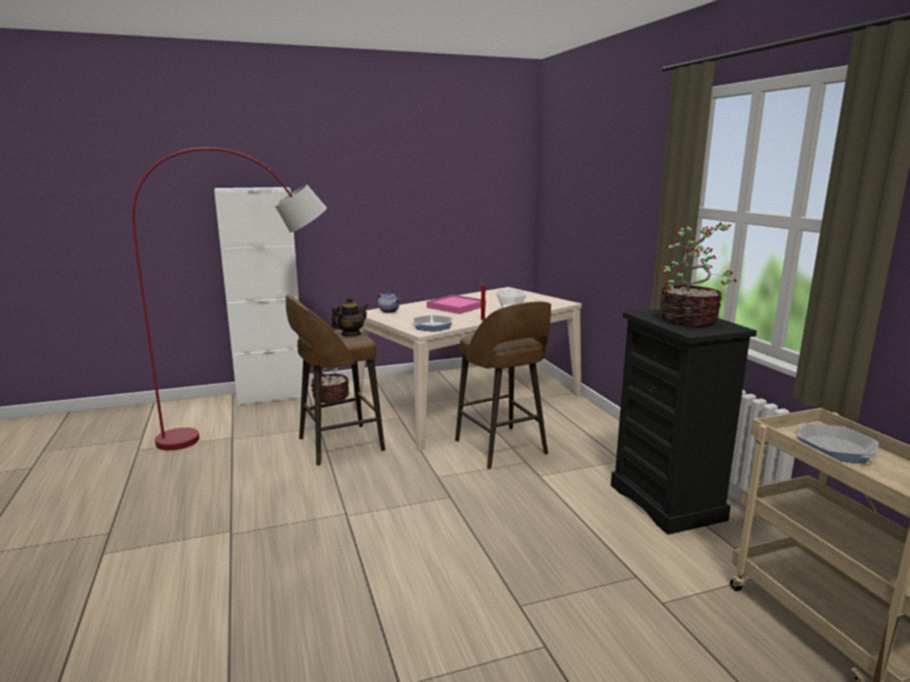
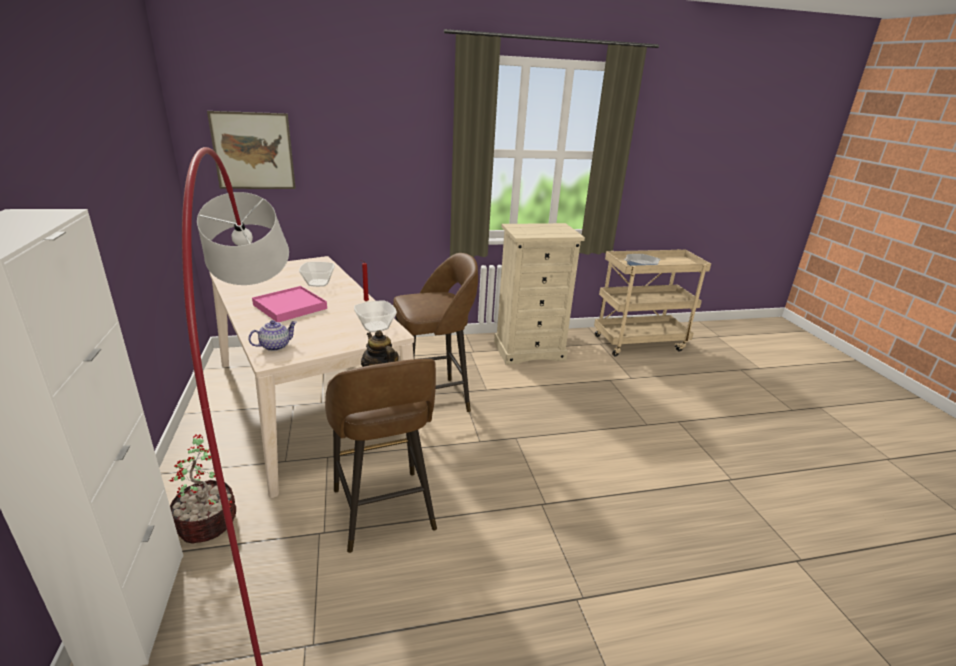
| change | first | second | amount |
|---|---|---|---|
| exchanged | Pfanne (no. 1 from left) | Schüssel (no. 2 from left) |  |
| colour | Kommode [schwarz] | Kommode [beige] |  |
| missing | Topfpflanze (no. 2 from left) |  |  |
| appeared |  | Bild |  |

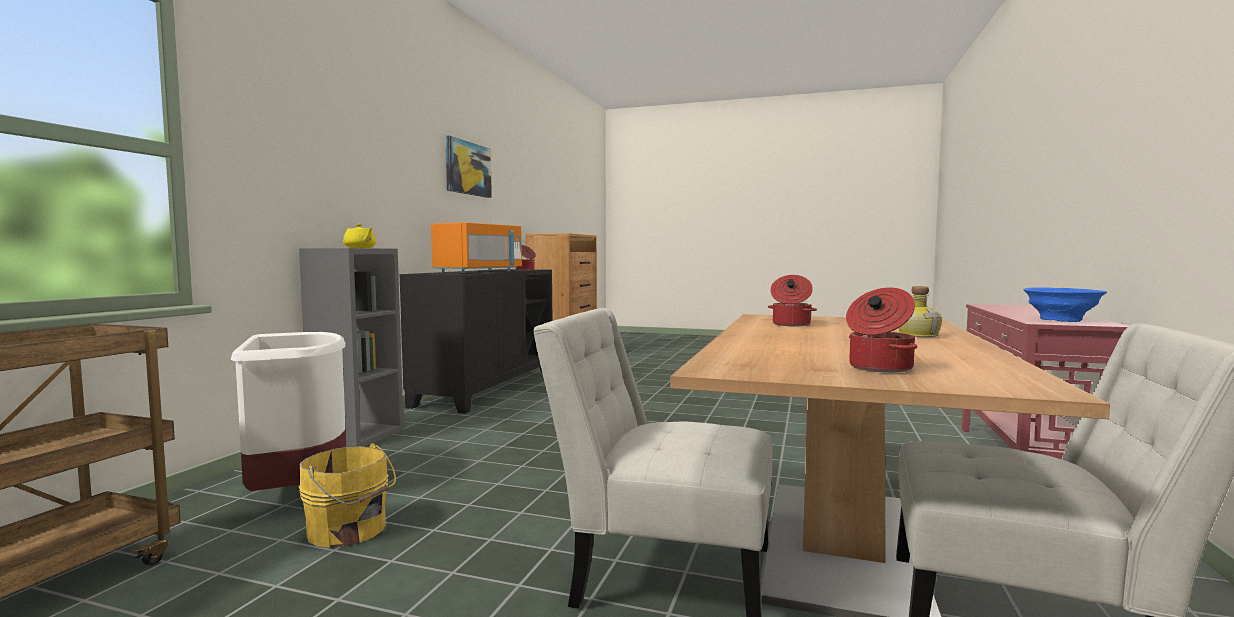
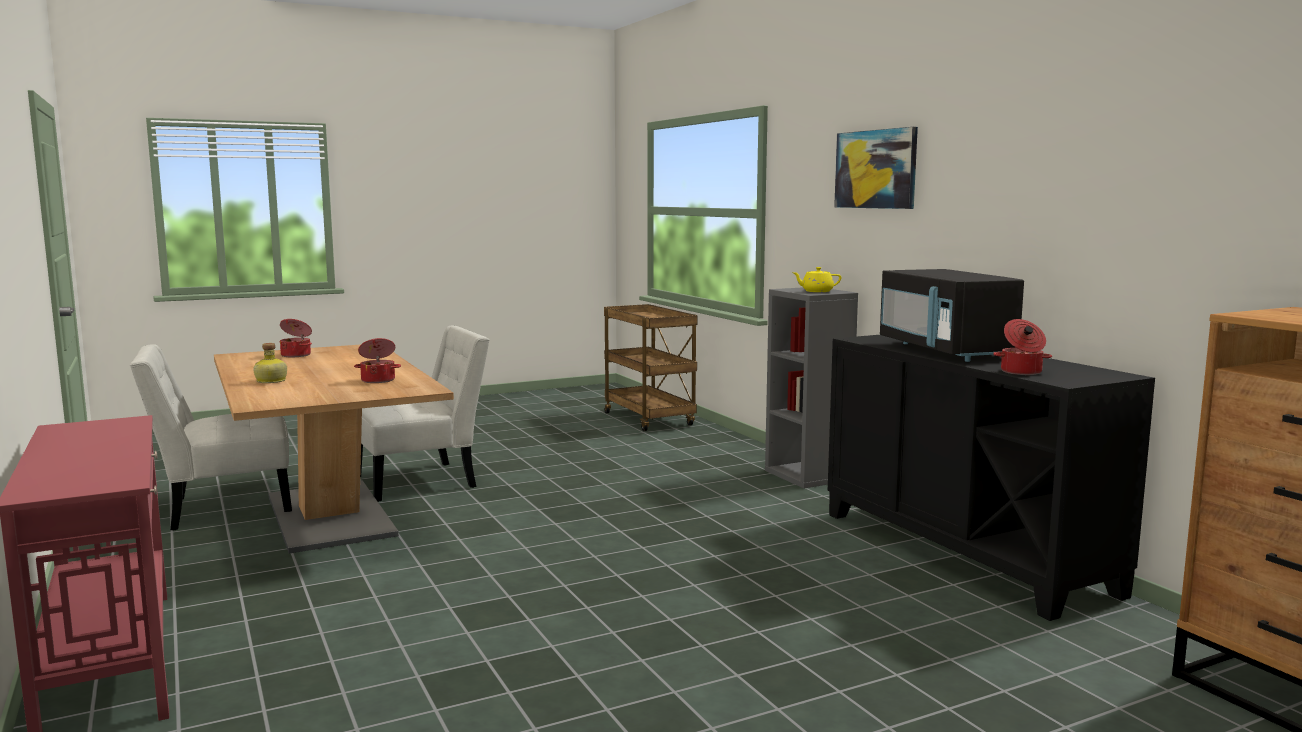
| change | first | second | amount |
|---|---|---|---|
| missing | Mülleimer [weiß] |  |  |
| missing | Eimer [gelb] |  |  |
| colour | Mikrowelle [orange] | Mikrowelle [schwarz] |  |
| relocated | Bild |  |  |
| missing | Schüssel [blau] |  |  |

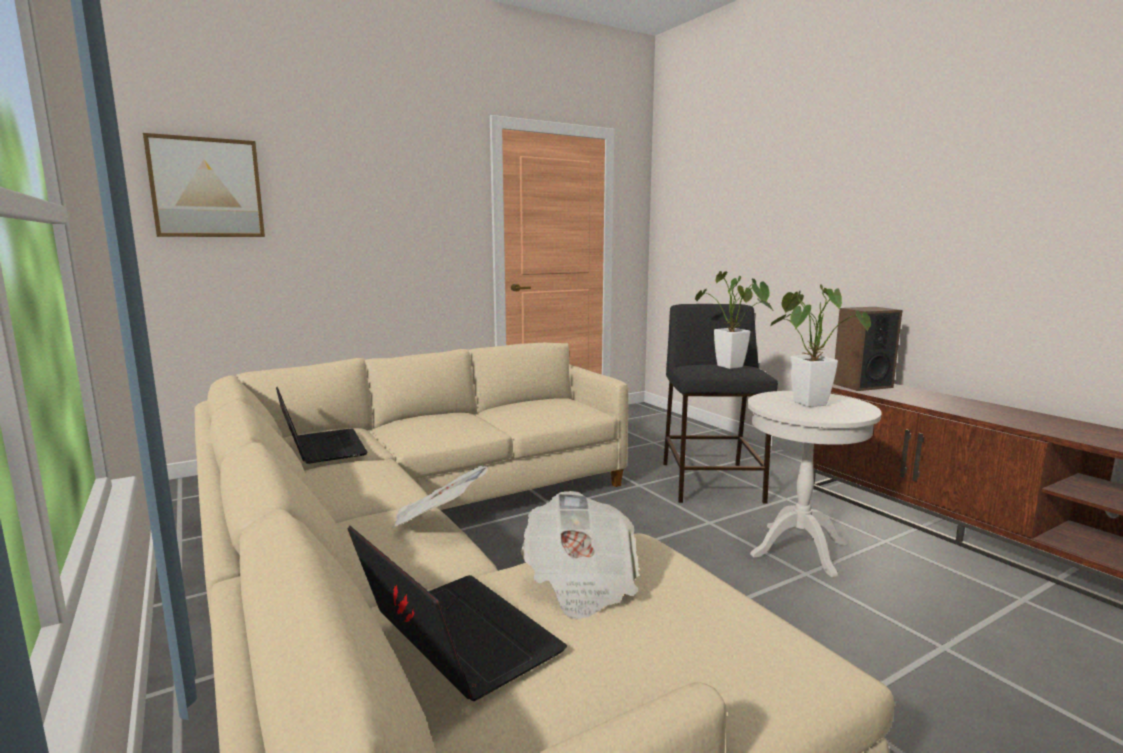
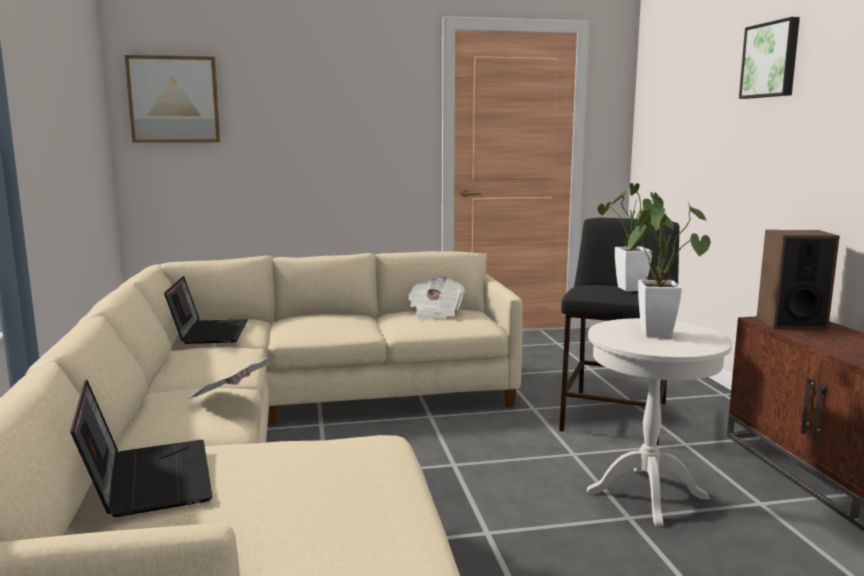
| change | first | second | amount |
|---|---|---|---|
| relocated | Zeitung (no. 2 from left) |  |  |
| appeared |  | Bild (no. 2 from left) |  |

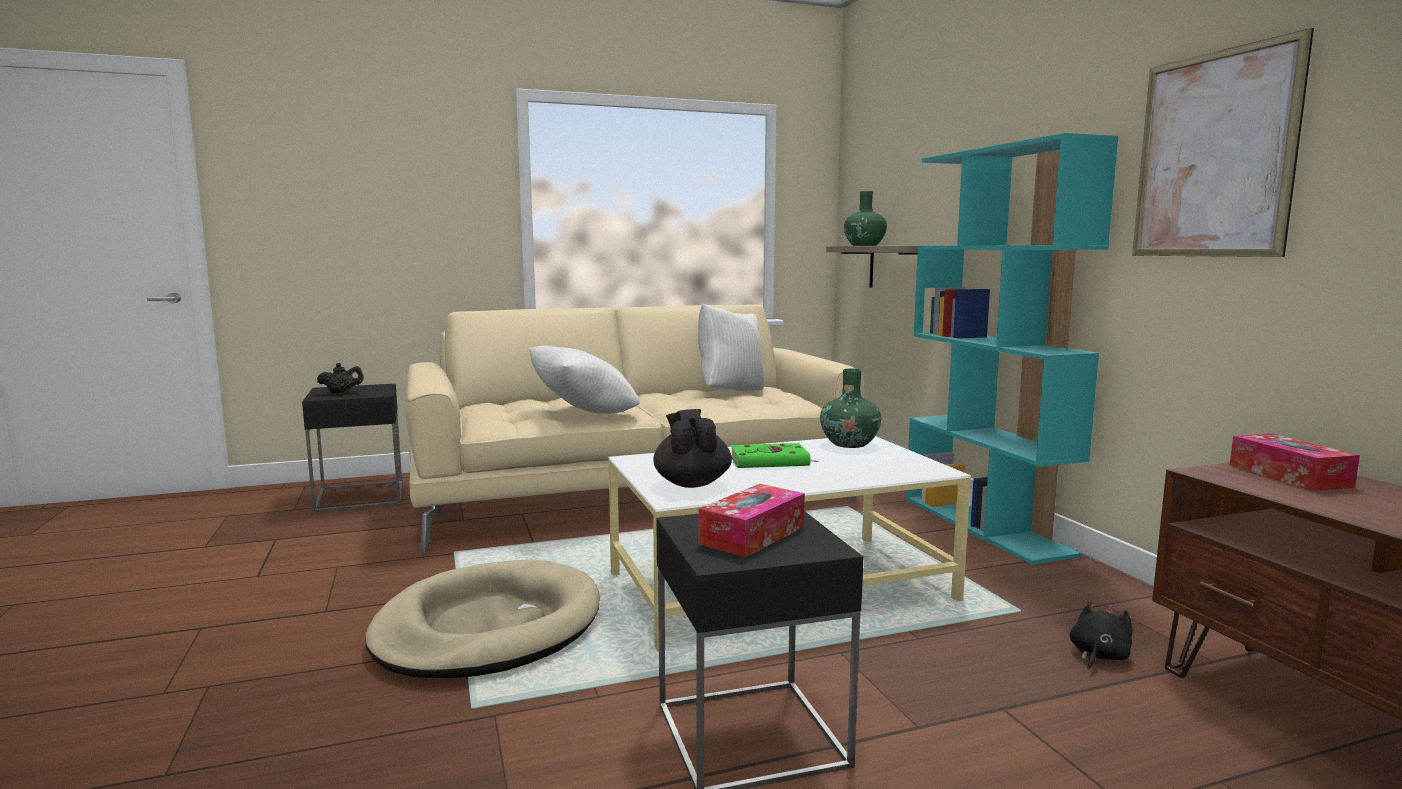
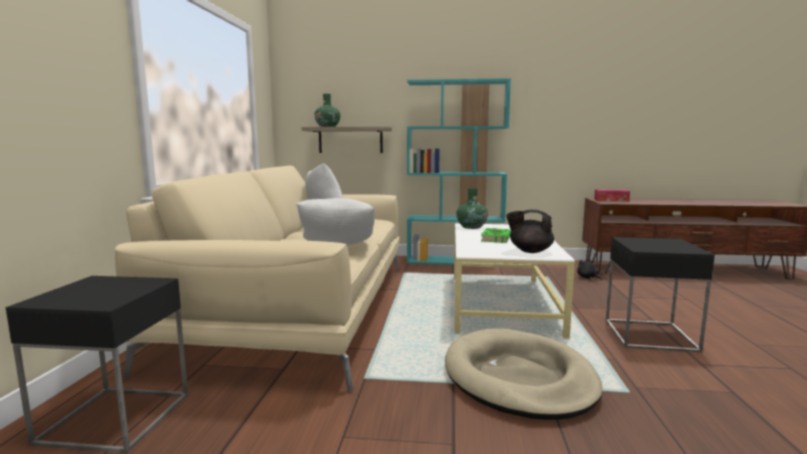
| change | first | second | amount |
|---|---|---|---|
| missing | Teekanne [schwarz] (no. 1 from left) |  |  |
| missing | Taschentuchbox (no. 1 from left) |  |  |
| missing | Bild |  |  |

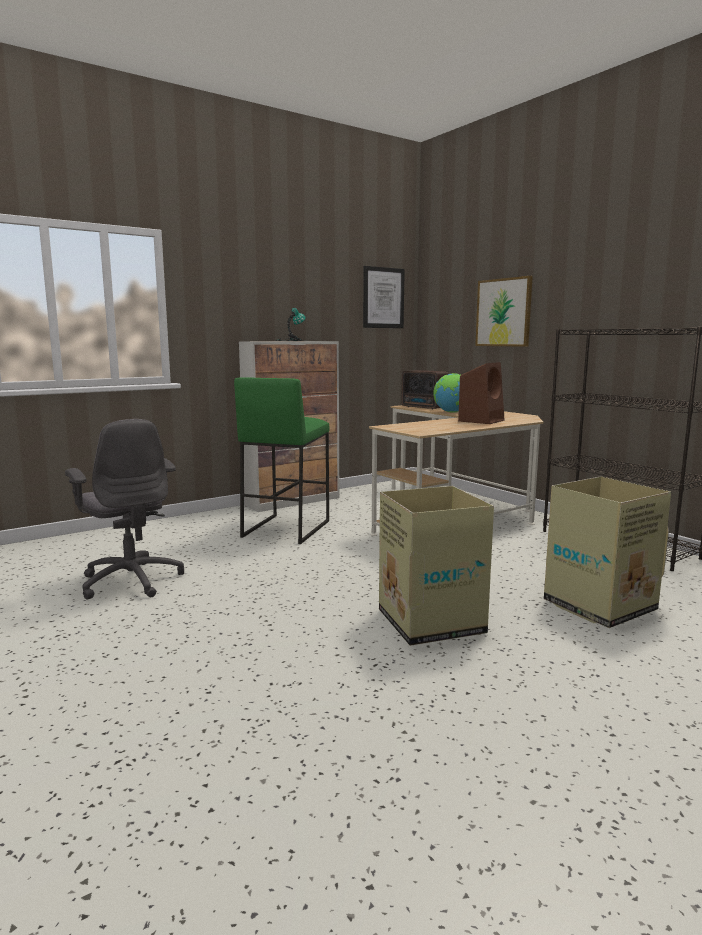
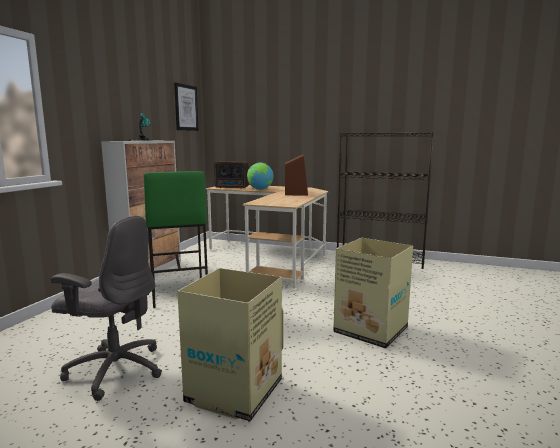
| change | first | second | amount |
|---|---|---|---|
| missing | Bild (no. 2 from left) |  |  |
| relocated | Karton (no. 2 from left in the first image) | Karton (no. 1 from left) |  |

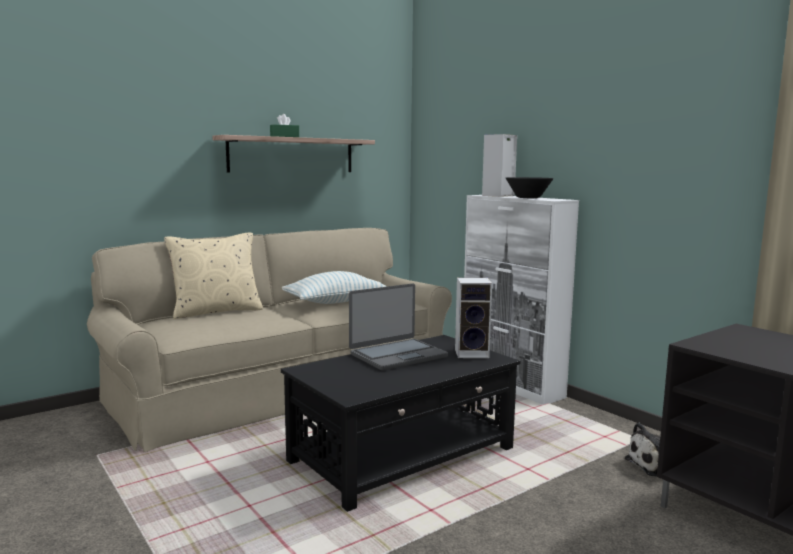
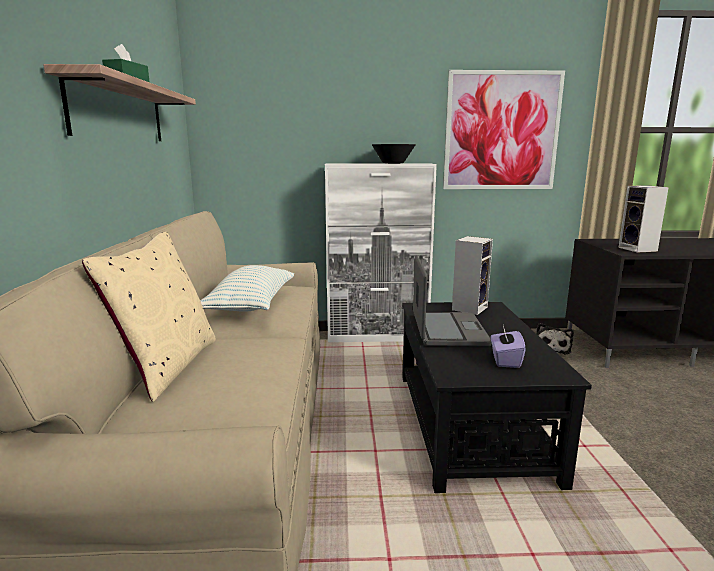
| change | first | second | amount |
|---|---|---|---|
| relocated | Lautsprecher (no. 2 from left) |  |  |
| appeared |  | Bild |  |
| appeared |  | Taschentuchbox [lila] |  |

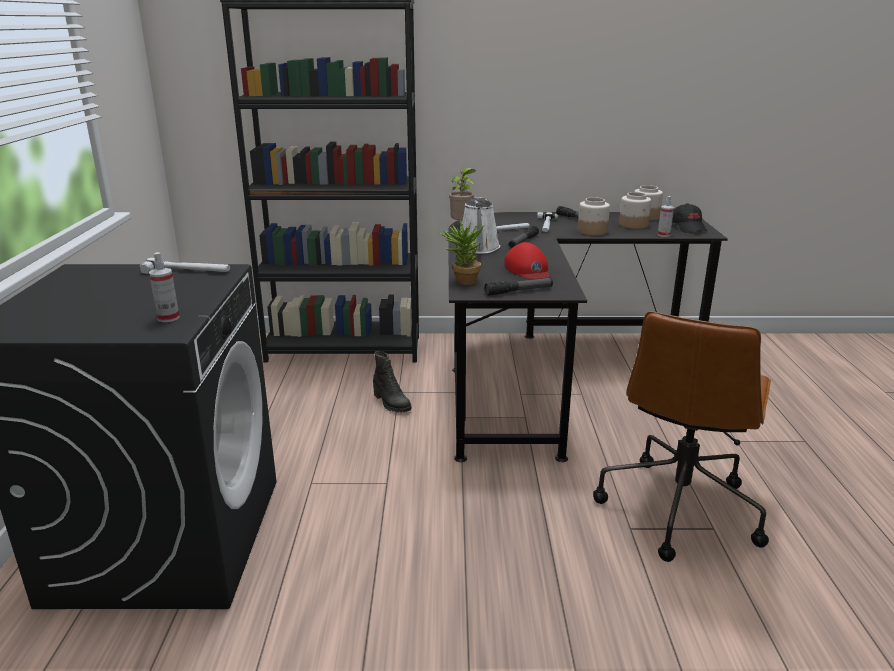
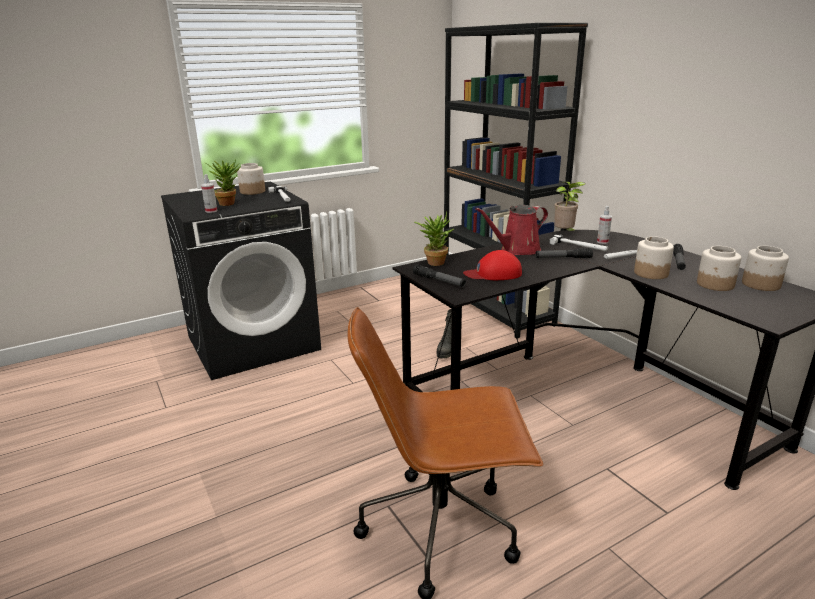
| change | first | second | amount |
|---|---|---|---|
| colour | Gießkanne [weiß] | Gießkanne [rot] |  |
| spun | Kappe [rot] |  | 45 degrees clockwise |
| relocated | Sprühflasche (no. 2 from left) |  |  |
| missing | Kappe [schwarz] |  |  |
| appeared |  | Topfpflanze (no. 1 from left) |  |
| appeared |  | Vorratsglas (no. 1 from left) |  |

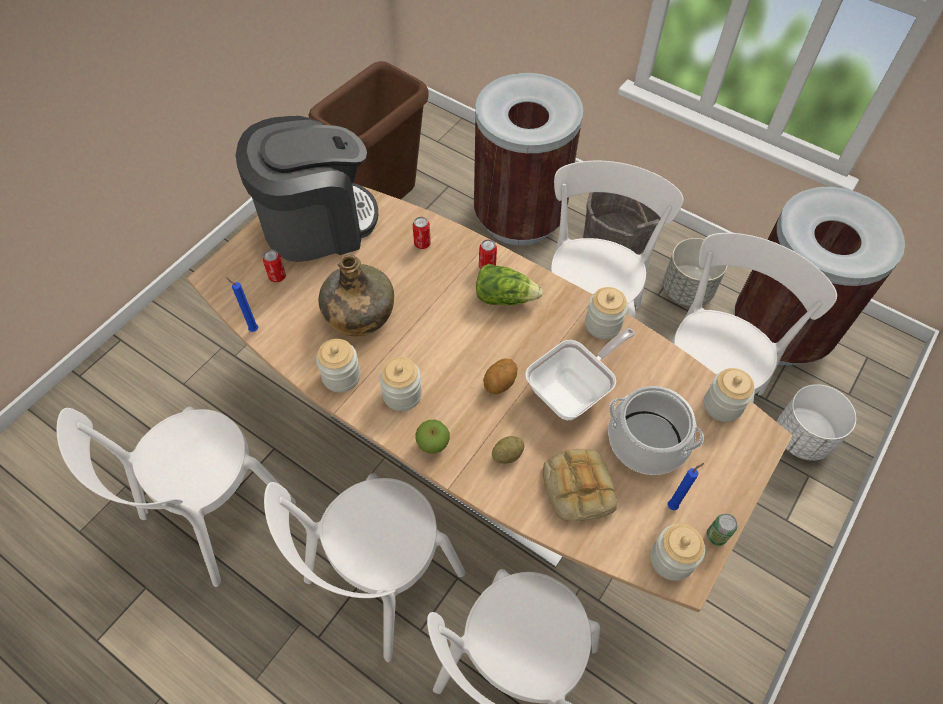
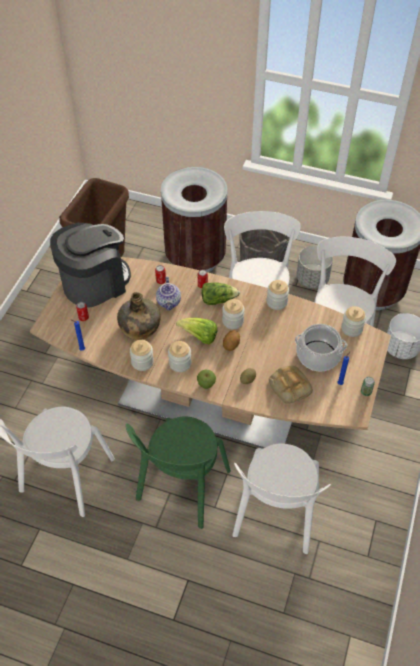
| change | first | second | amount |
|---|---|---|---|
| colour | Stuhl [weiß] (no. 2 from left) | Stuhl [grün] |  |
| missing | Pfanne |  |  |
| relocated | Vorratsglas (no. 4 from left in the first image) | Vorratsglas (no. 3 from left) |  |
| appeared |  | Teekanne |  |
| appeared |  | Salatkopf (no. 1 from left) |  |

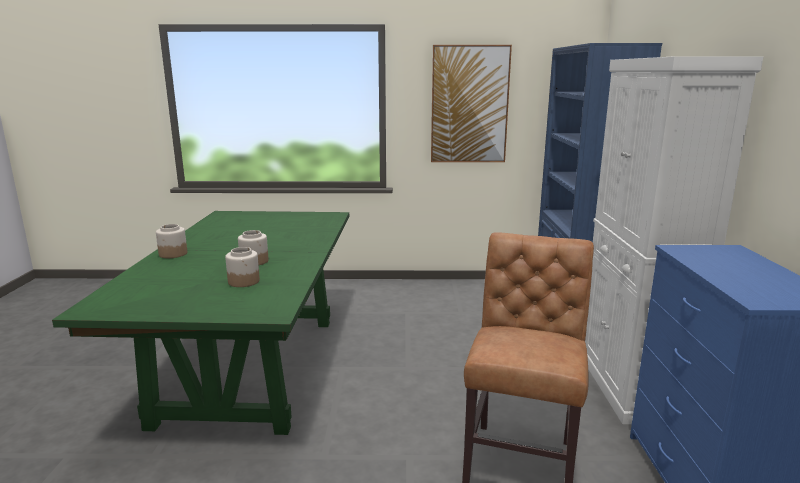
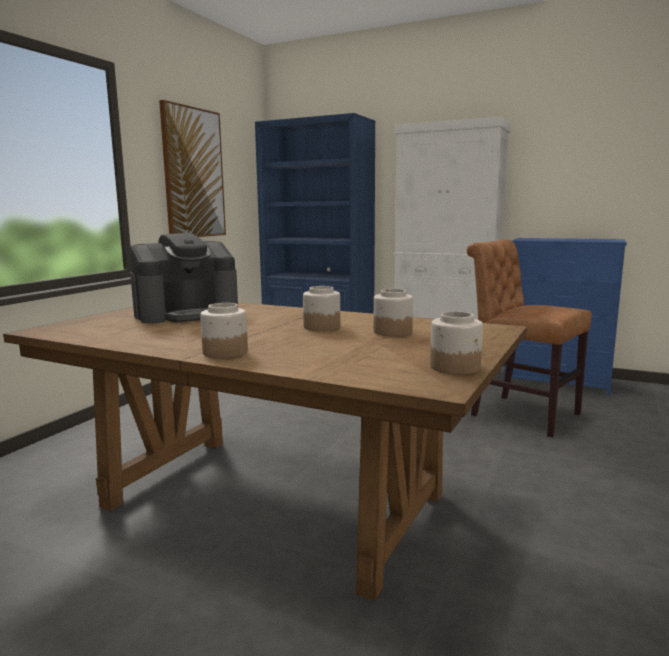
| change | first | second | amount |
|---|---|---|---|
| colour | Esstisch [grün] | Esstisch [braun] |  |
| appeared |  | Kaffeemaschine |  |
| appeared |  | Vorratsglas (no. 4 from left) |  |

